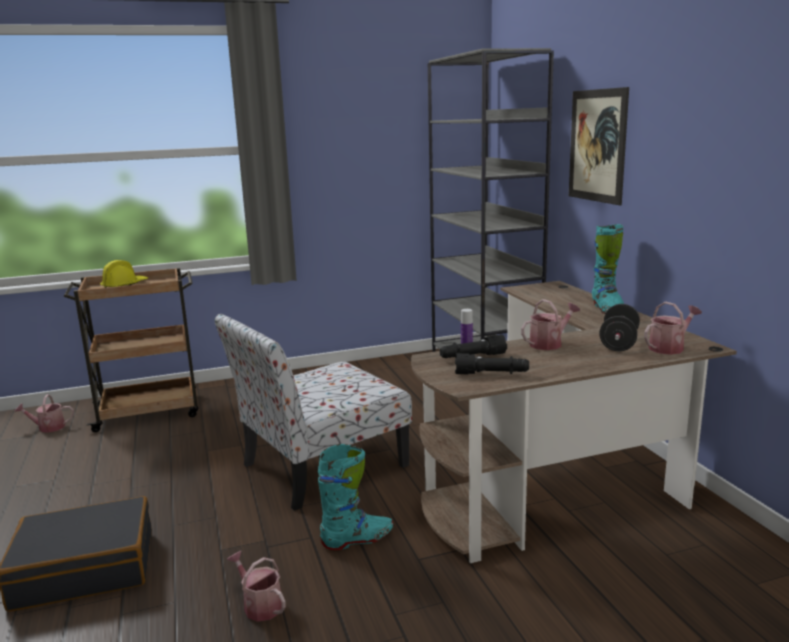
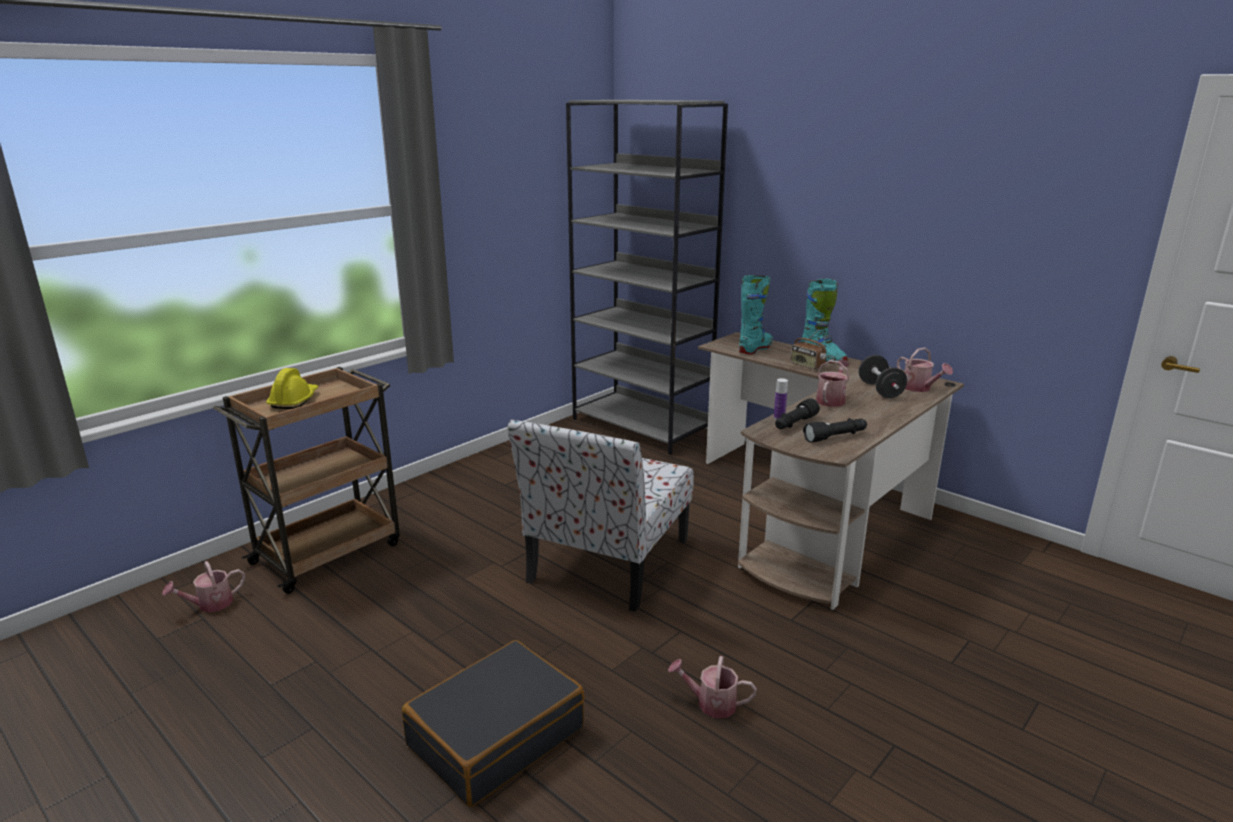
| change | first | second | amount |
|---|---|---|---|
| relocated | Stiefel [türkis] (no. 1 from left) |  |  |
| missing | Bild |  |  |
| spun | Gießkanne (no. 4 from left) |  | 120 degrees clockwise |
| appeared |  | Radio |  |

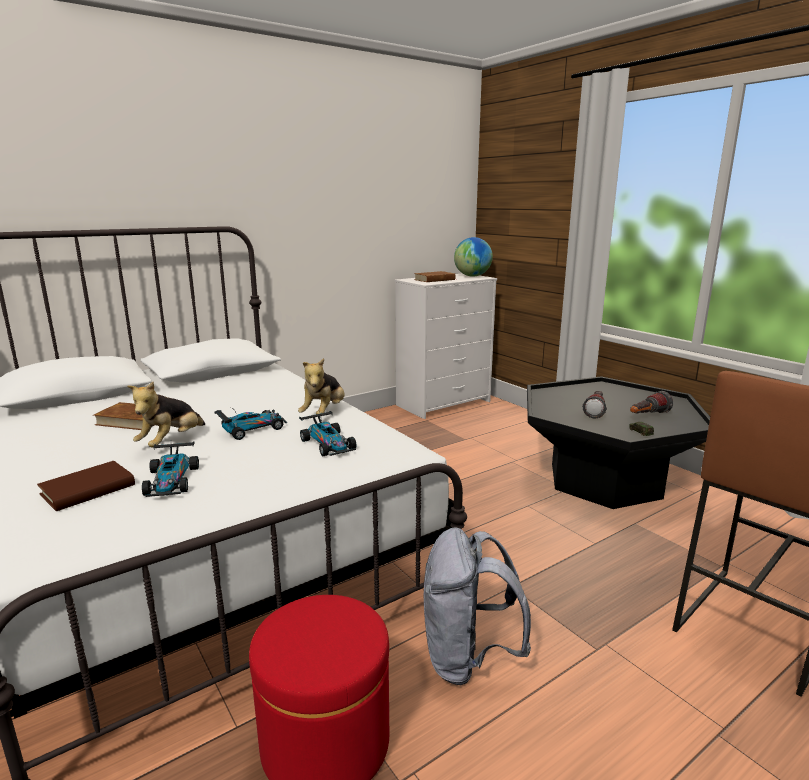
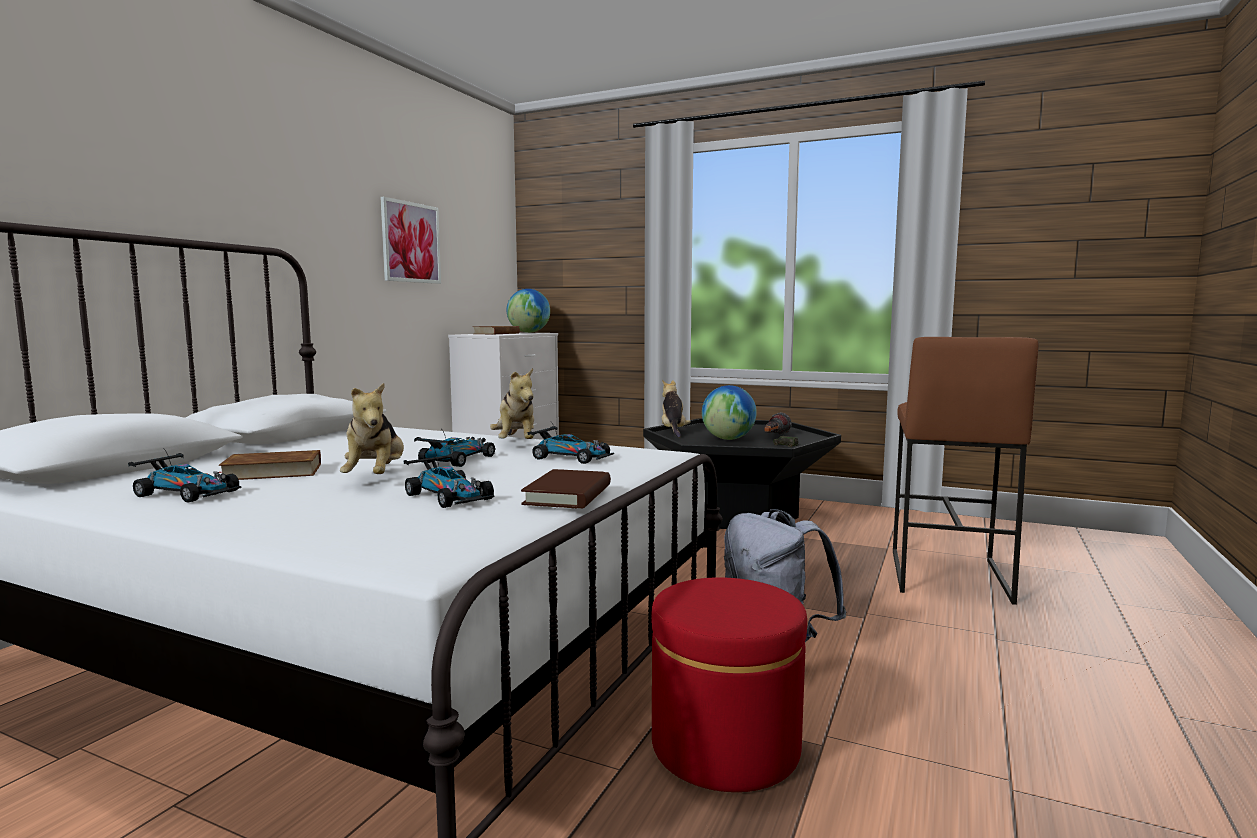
| change | first | second | amount |
|---|---|---|---|
| relocated | Buch [braun] (no. 1 from left in the first image) | Buch [braun] (no. 3 from left) |  |
| exchanged | Taschenlampe (no. 1 from left) | Globus (no. 2 from left) |  |
| appeared |  | Spielzeugauto (no. 1 from left) |  |
| appeared |  | Bild |  |
| appeared |  | Plüschtier (no. 3 from left) |  |

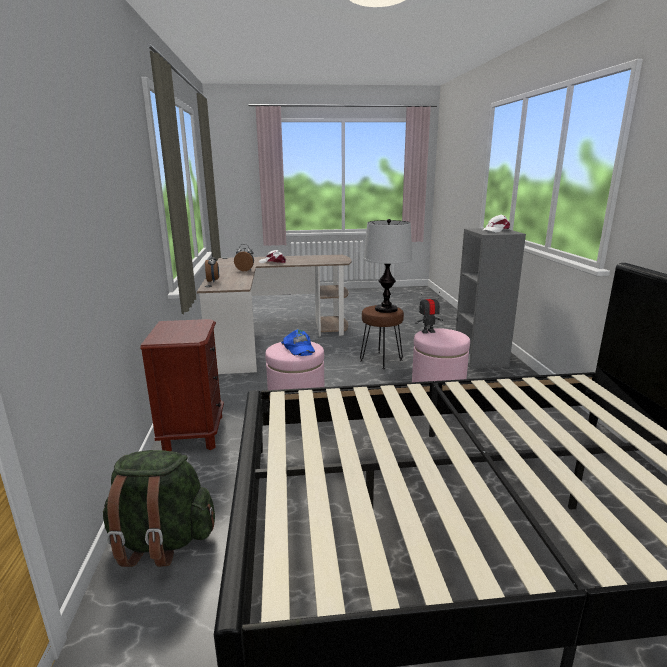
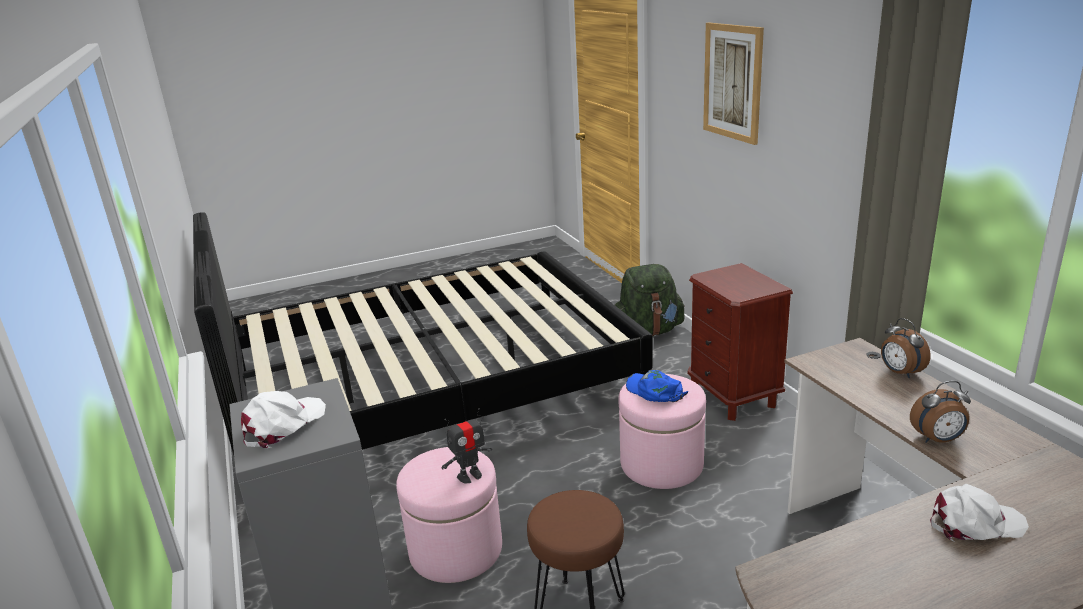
| change | first | second | amount |
|---|---|---|---|
| missing | Tischlampe |  |  |
| appeared |  | Bild |  |

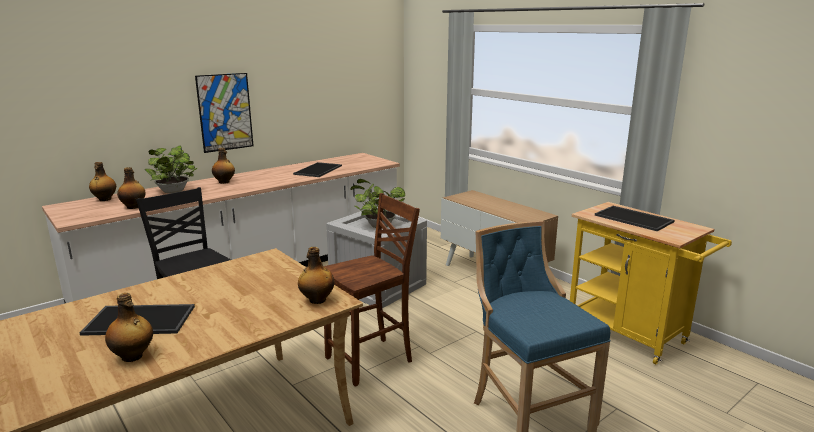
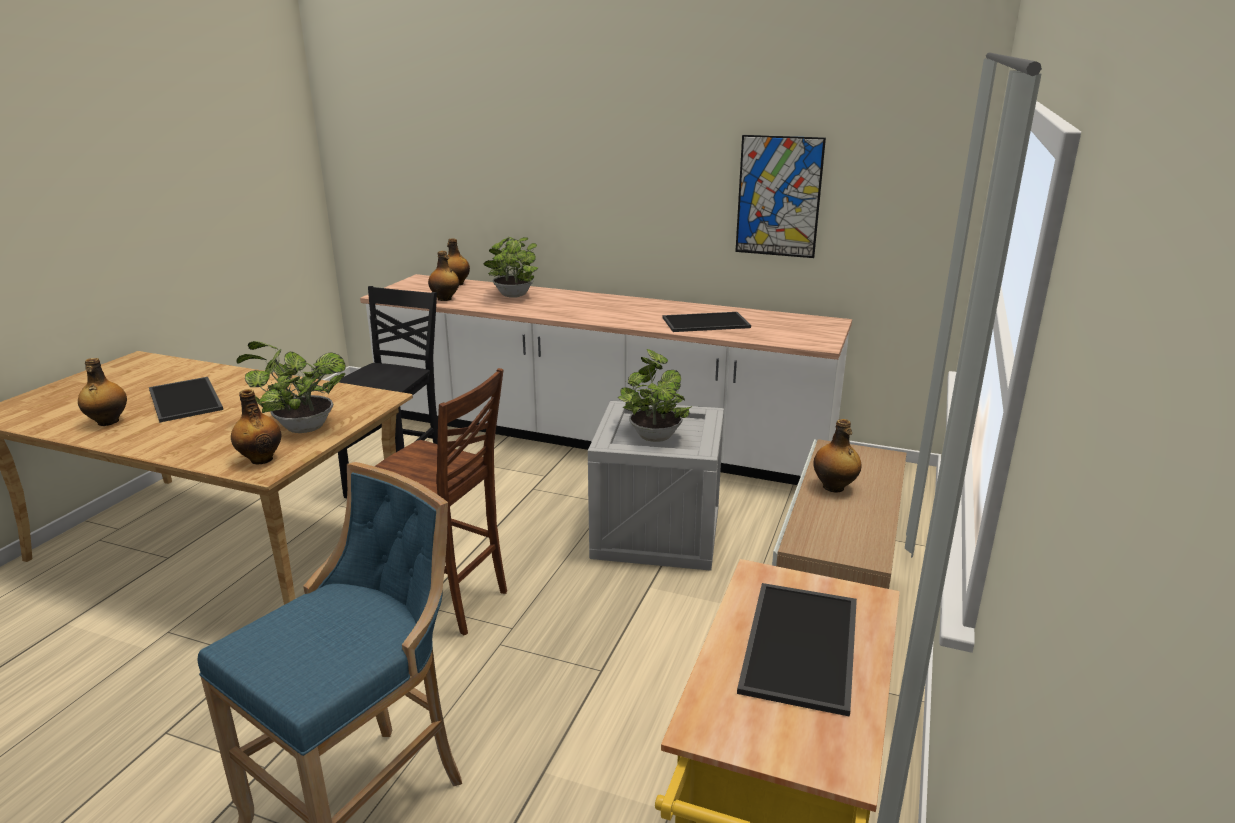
| change | first | second | amount |
|---|---|---|---|
| relocated | Bild |  |  |
| relocated | Flasche (no. 4 from left in the first image) | Flasche (no. 5 from left) |  |
| appeared |  | Topfpflanze (no. 1 from left) |  |

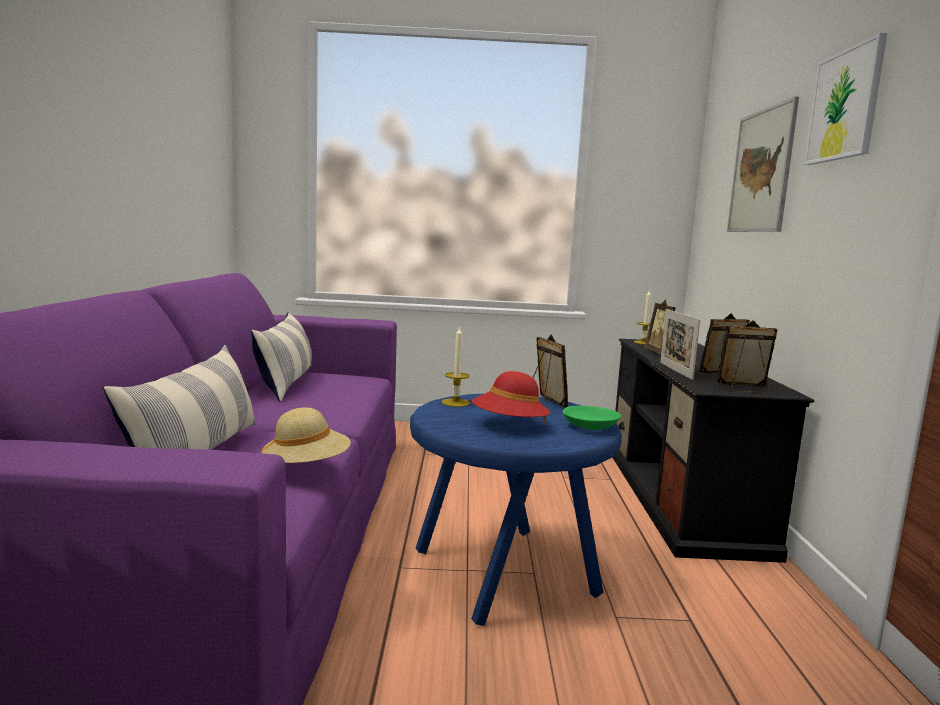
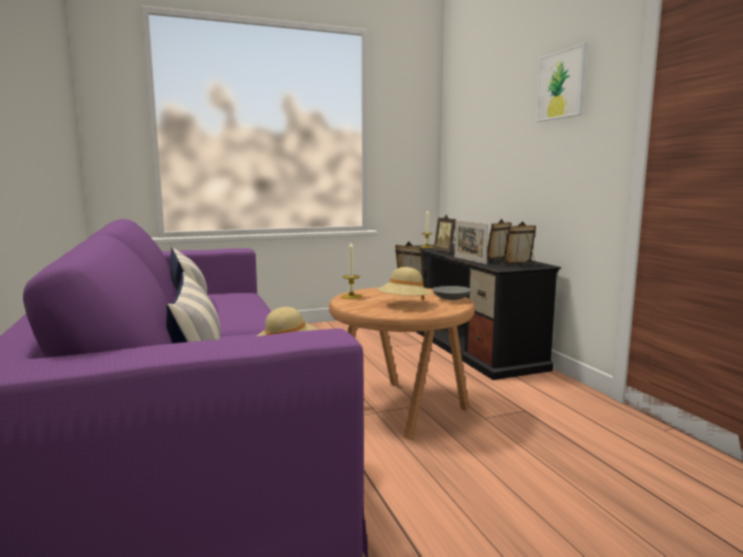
| change | first | second | amount |
|---|---|---|---|
| colour | Beistelltisch [blau] | Beistelltisch [braun] |  |
| colour | Hut [rot] | Hut [beige] (no. 2 from left) |  |
| colour | Schüssel [grün] | Schüssel [grau] |  |
| missing | Bild (no. 1 from left) |  |  |

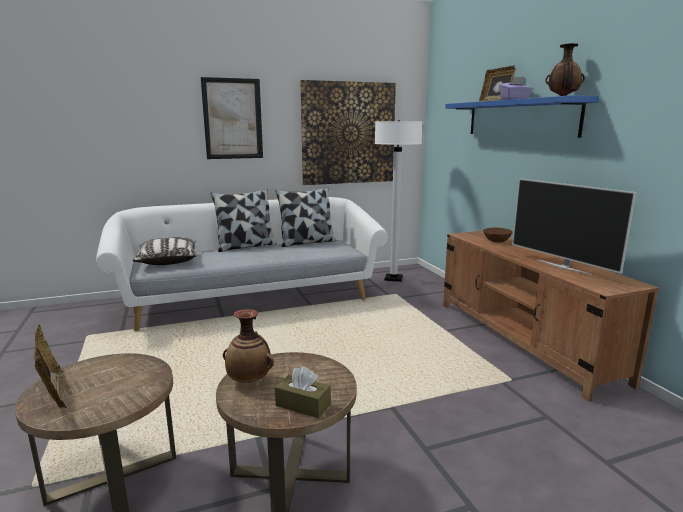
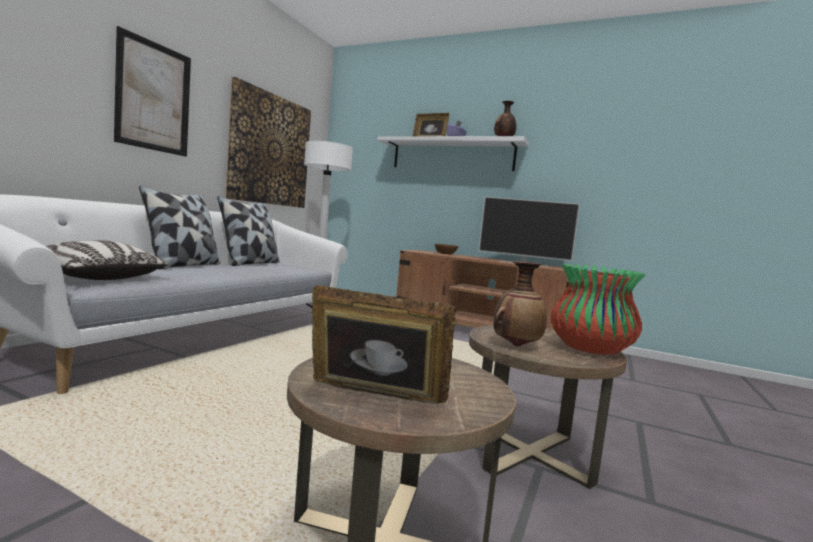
| change | first | second | amount |
|---|---|---|---|
| exchanged | Taschentuchbox [braun] | Vase (no. 3 from left) |  |
| colour | Wandregal [blau] | Wandregal [weiß] |  |

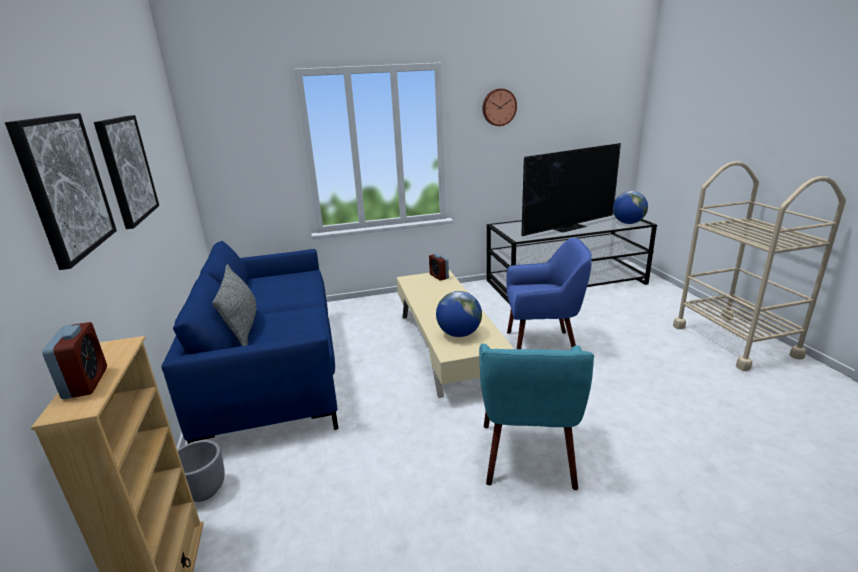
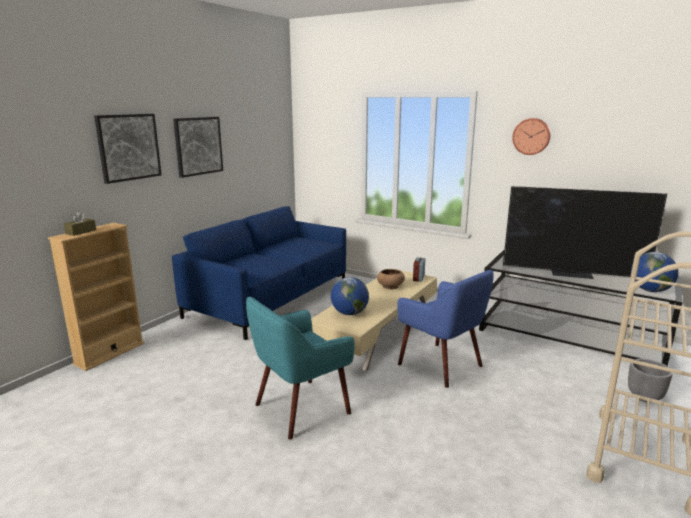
| change | first | second | amount |
|---|---|---|---|
| exchanged | Wecker (no. 1 from left) | Taschentuchbox [braun] |  |
| relocated | Pflanzkübel [grau] |  |  |
| missing | Kissen [grau] |  |  |
| appeared |  | Schüssel [braun] |  |

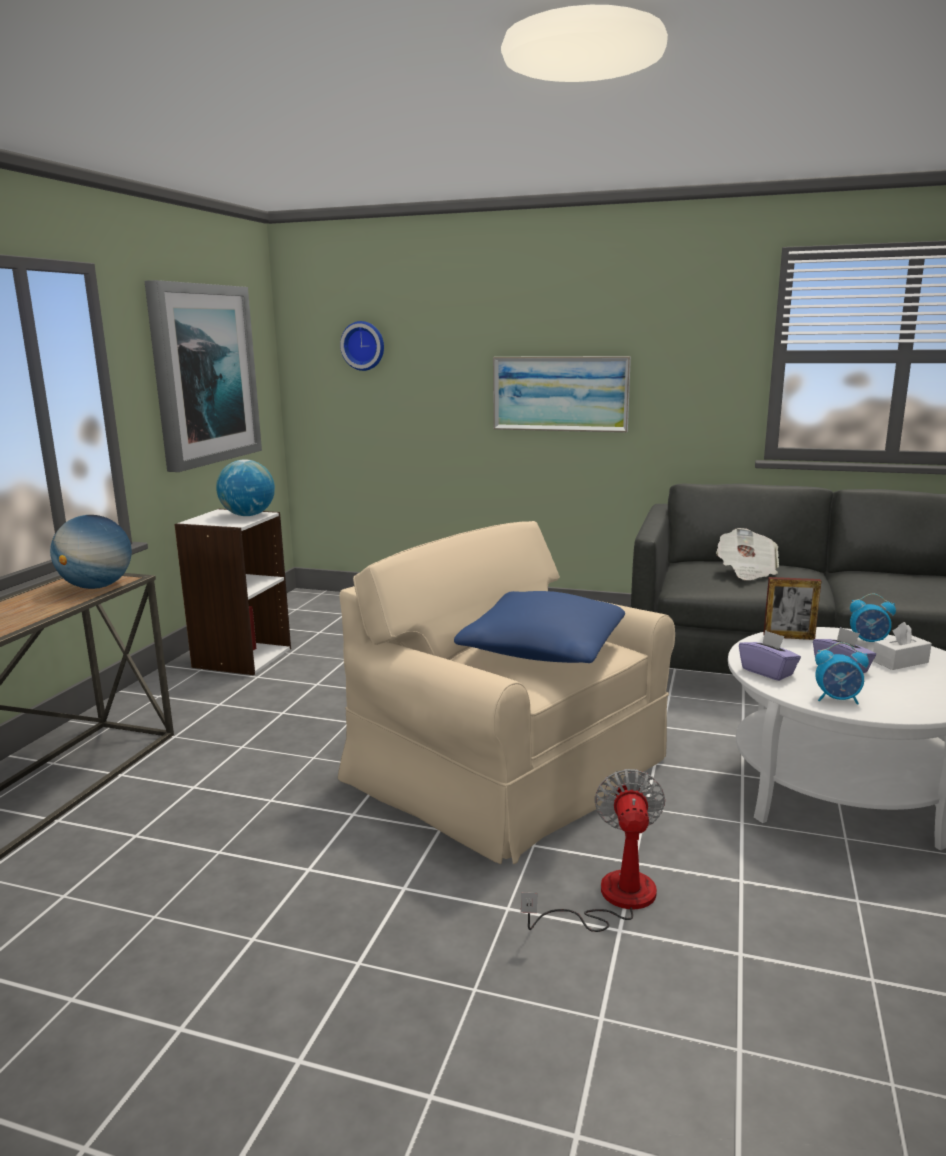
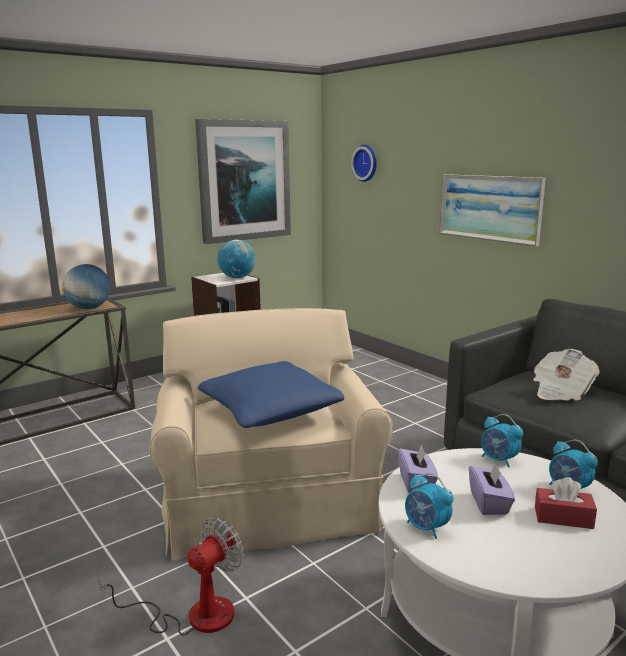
| change | first | second | amount |
|---|---|---|---|
| exchanged | Bilderrahmen | Wecker (no. 2 from left) |  |
| colour | Taschentuchbox [weiß] | Taschentuchbox [rot] |  |

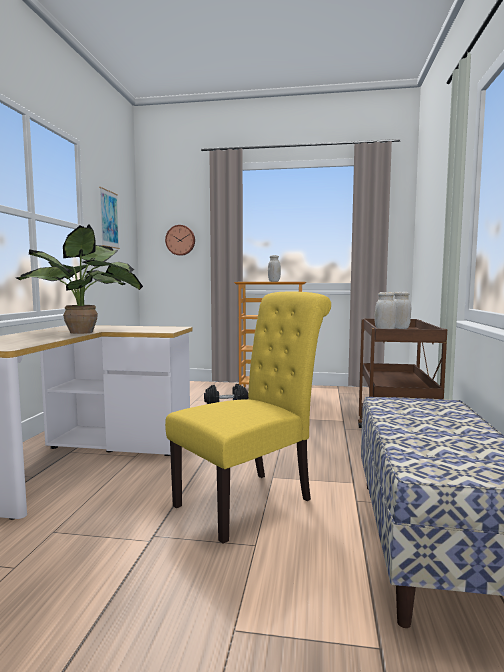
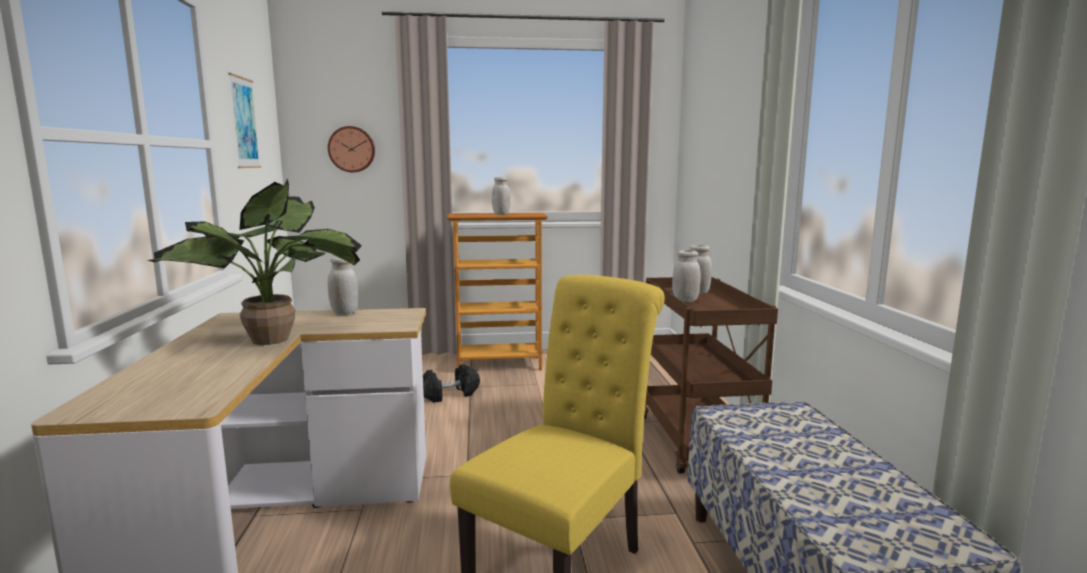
| change | first | second | amount |
|---|---|---|---|
| appeared |  | Vorratsglas [weiß] (no. 1 from left) |  |

